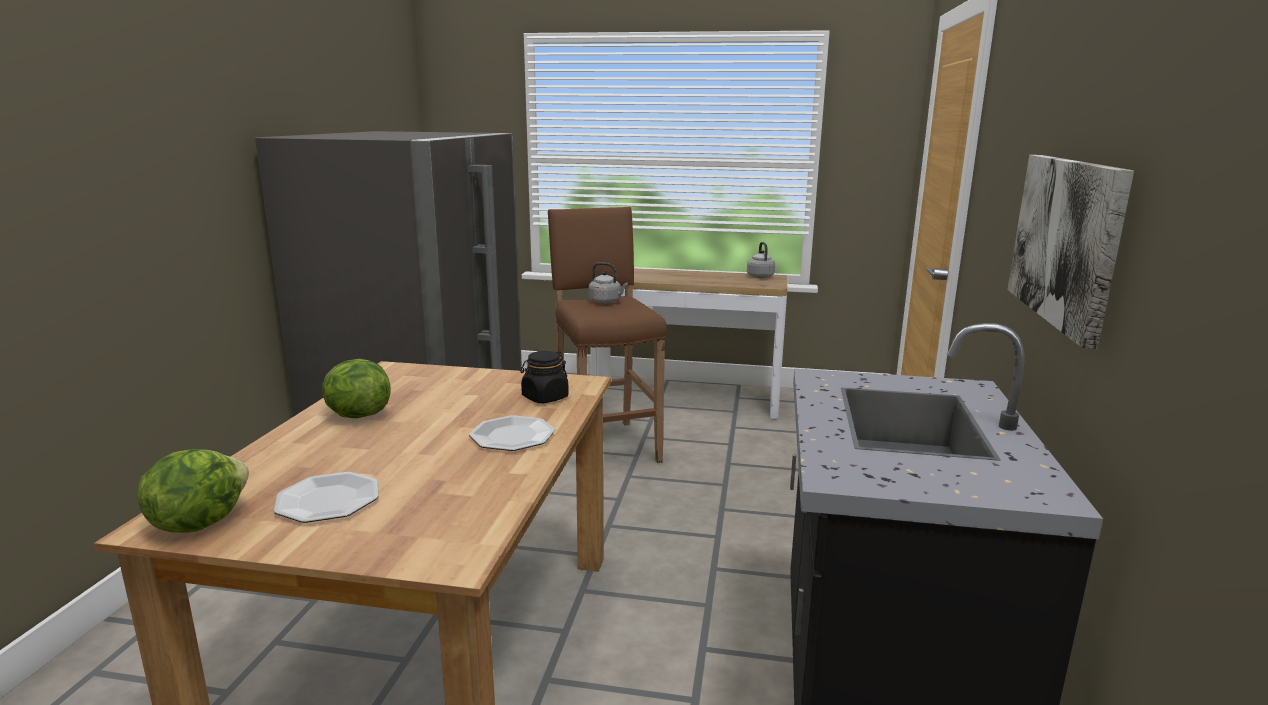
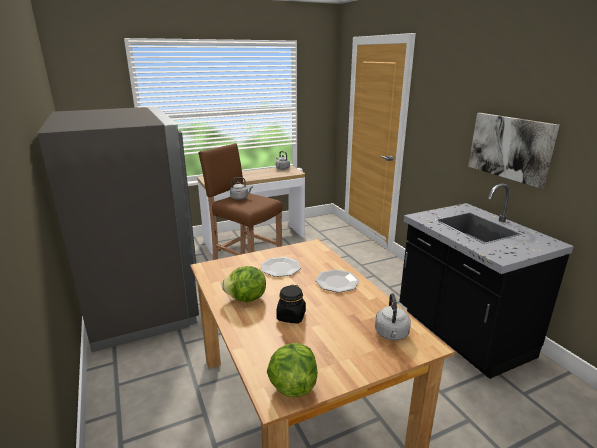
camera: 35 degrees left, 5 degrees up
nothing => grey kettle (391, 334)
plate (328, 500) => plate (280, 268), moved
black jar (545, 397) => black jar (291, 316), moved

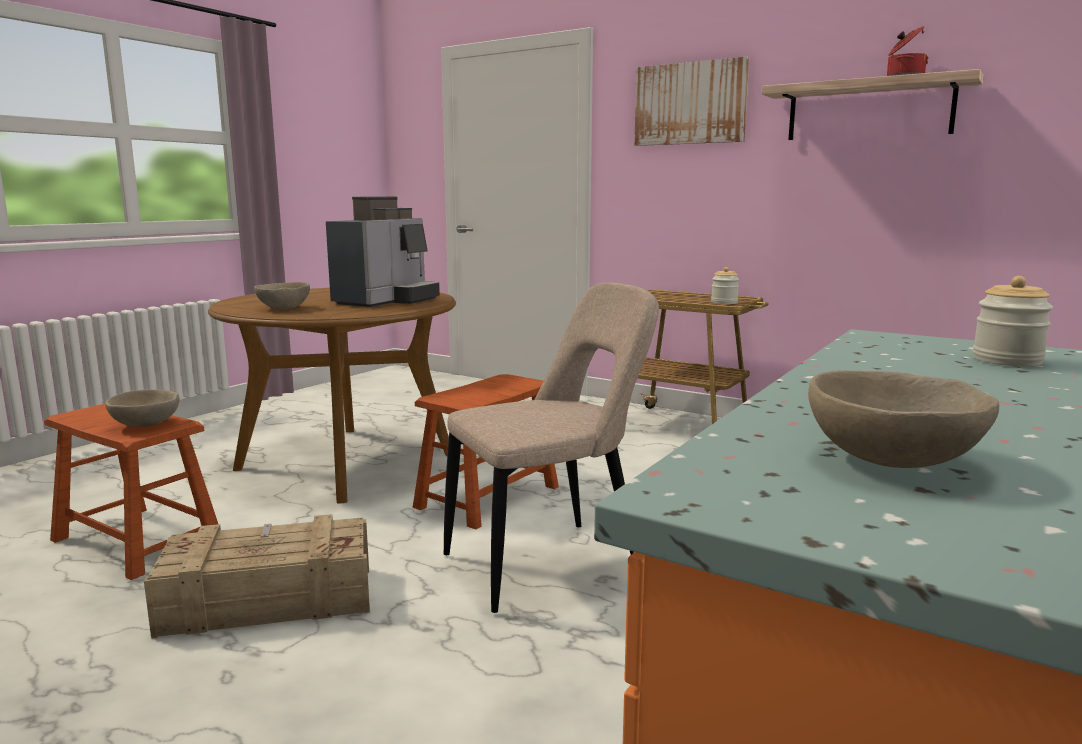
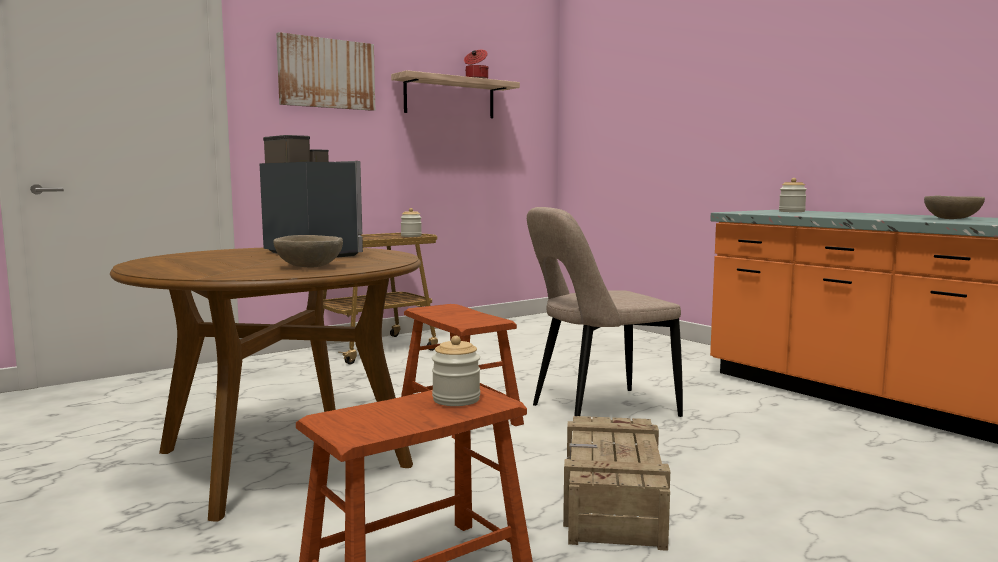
camera: 70 degrees left, 5 degrees down
beige bowl (145, 425) => jar (456, 399)
beige chair (550, 563) => beige chair (598, 412), 105 degrees counterclockwise

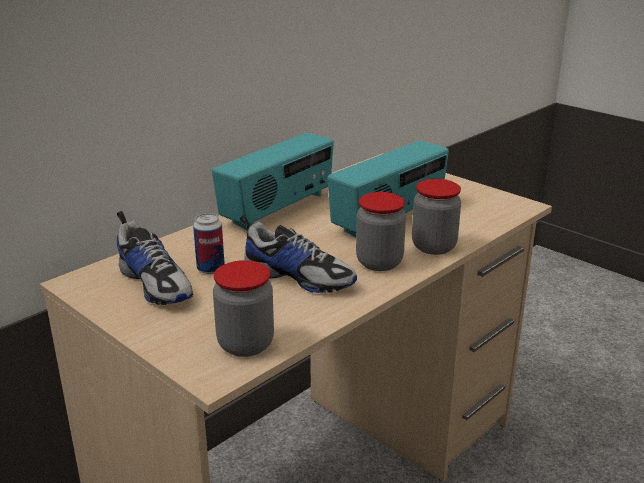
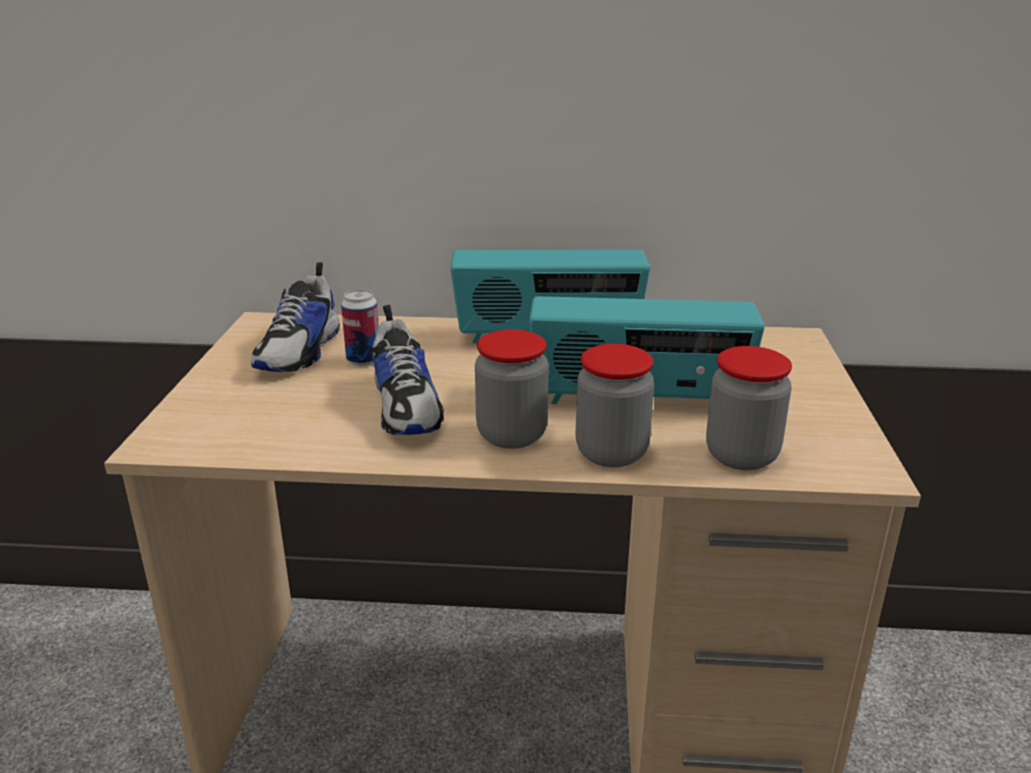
camera: 50 degrees right, 0 degrees up
jar (245, 344) => jar (741, 456), moved

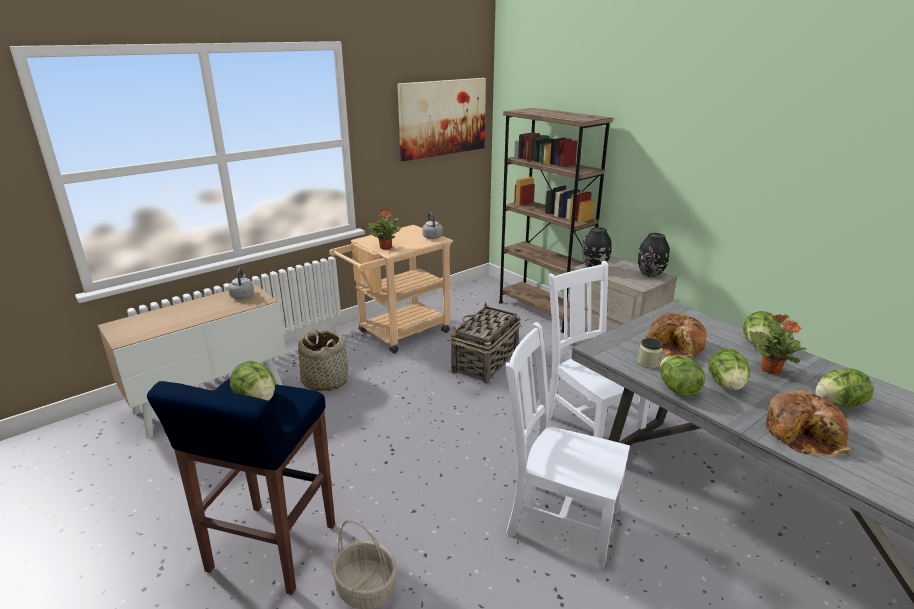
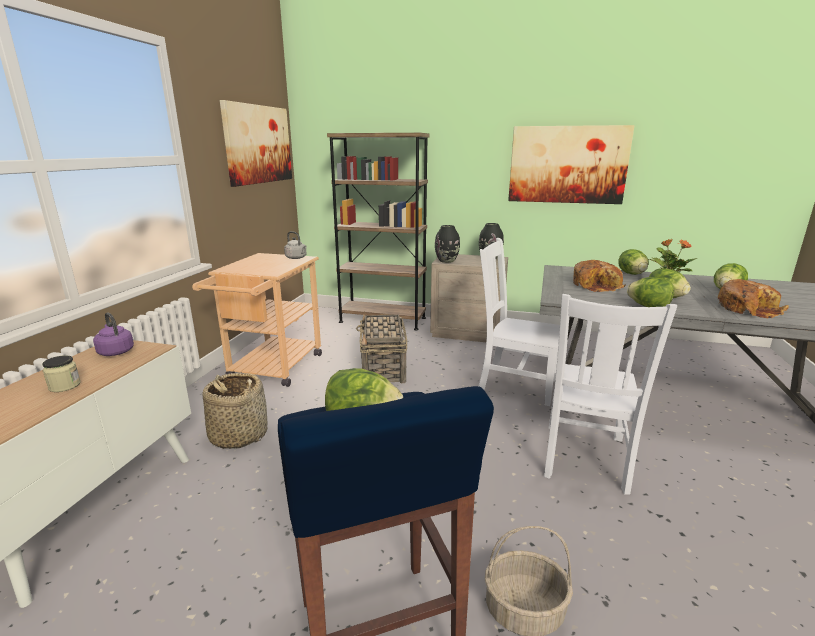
camera: 35 degrees left, 5 degrees down
potted plant (386, 247) => nothing
nothing => picture (567, 165)
jar (648, 363) => jar (65, 386), moved
grey kettle (242, 296) => purple kettle (115, 351)
white chair (559, 519) => white chair (584, 459), 60 degrees counterclockwise

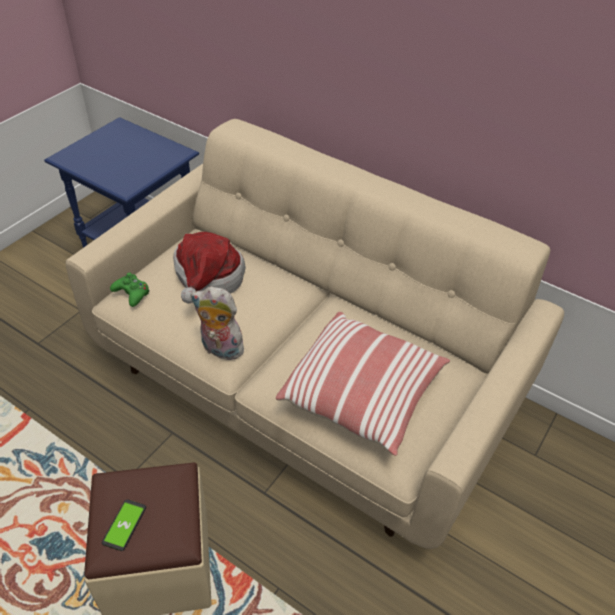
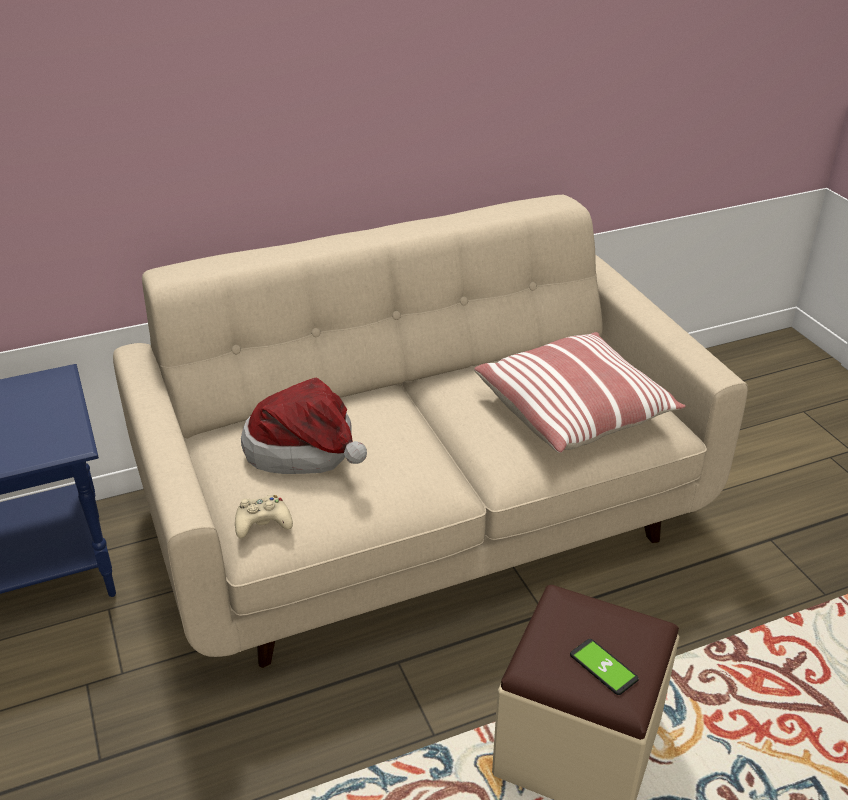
camera: 55 degrees left, 10 degrees down
plush toy (219, 349) => nothing
green game controller (132, 293) => beige game controller (263, 523)

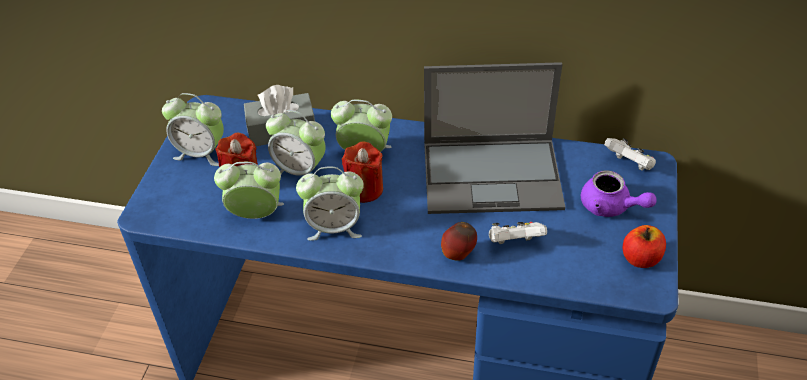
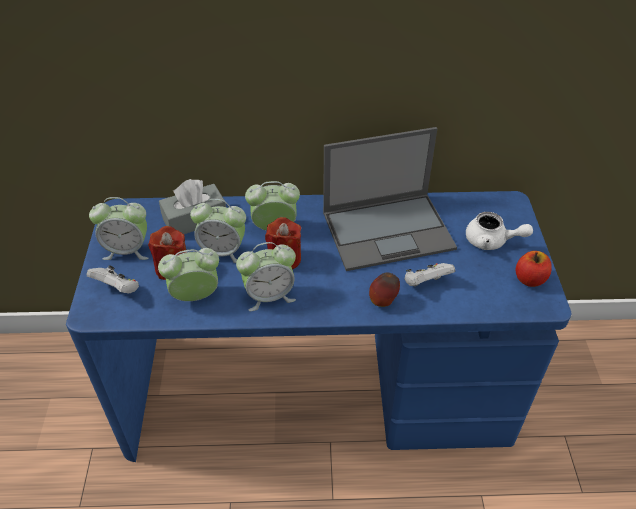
camera: 15 degrees left, 0 degrees up
white game controller (629, 165) => white game controller (118, 289), moved
purple teapot (610, 207) => white teapot (491, 241)

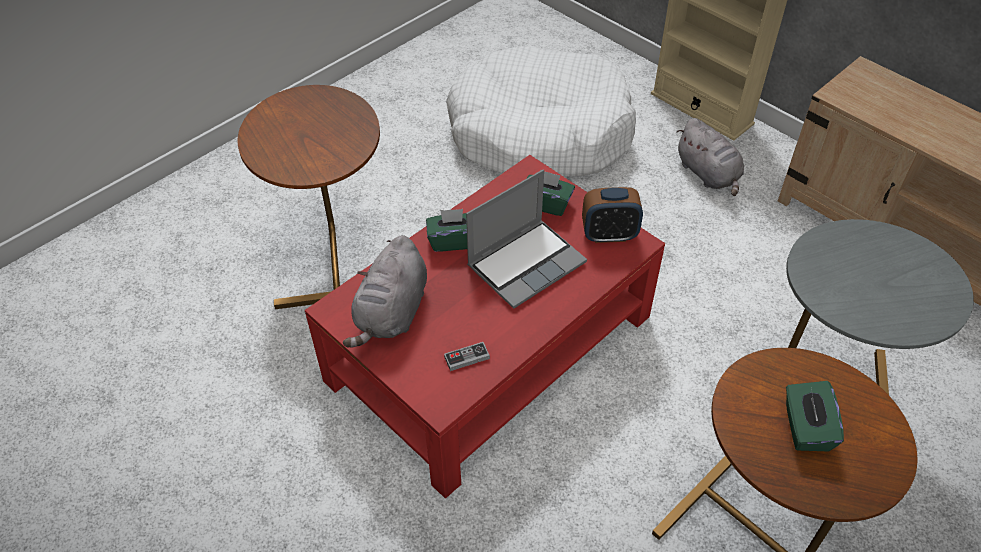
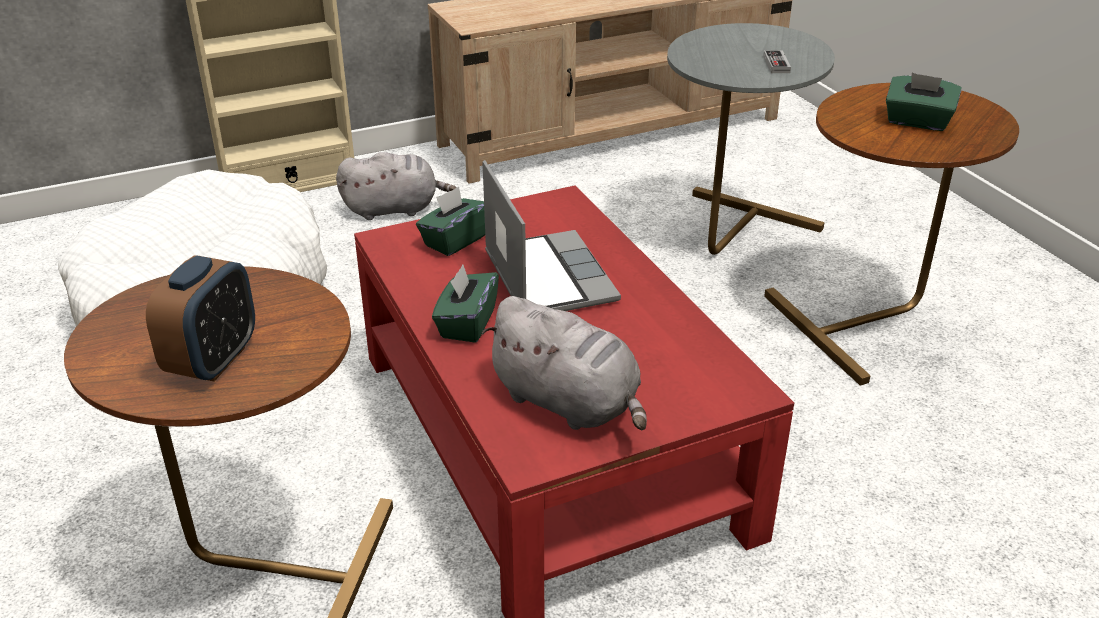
camera: 70 degrees left, 15 degrees down
game controller (467, 358) => game controller (776, 64), moved
alarm clock (609, 235) => alarm clock (213, 361), moved

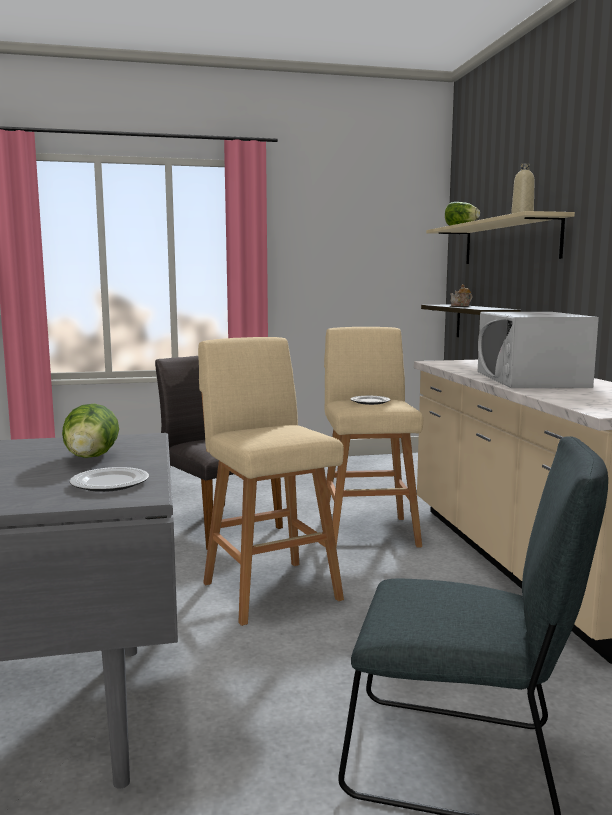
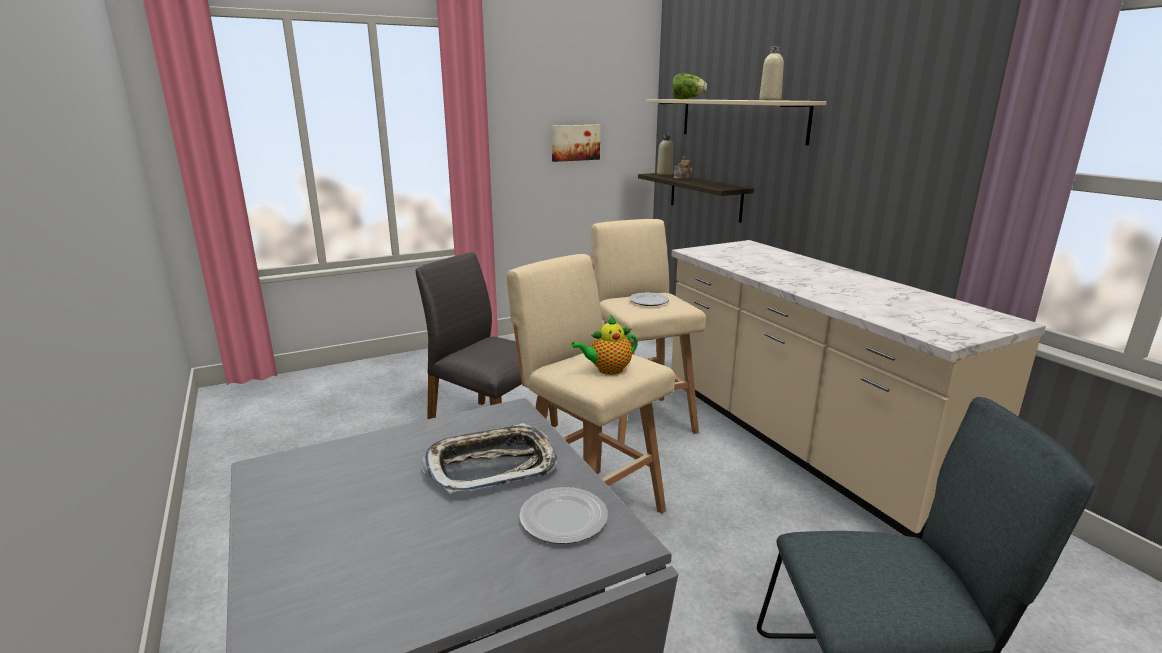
camera: 15 degrees left, 10 degrees up
white microwave (530, 379) => nothing
nothing => picture (575, 142)
nothing => teapot (607, 370)
nothing => beige bottle (665, 174)
lettuce (90, 458) => tray (491, 466)

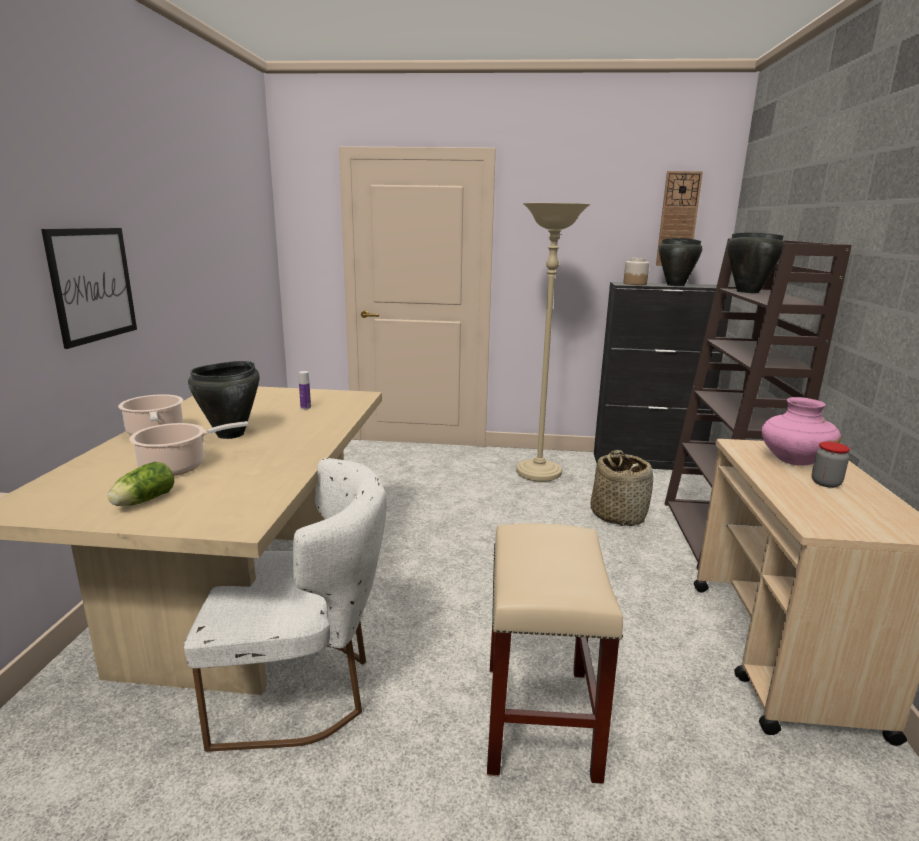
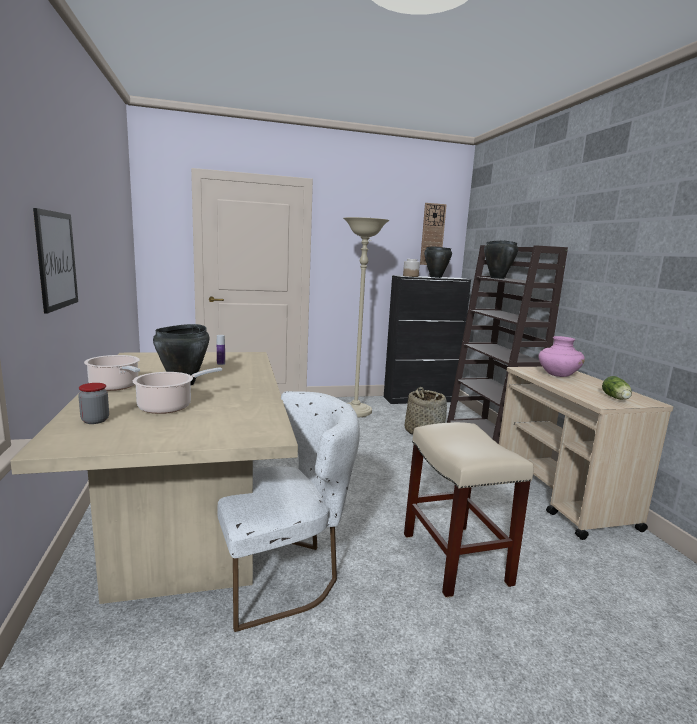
camera: 20 degrees left, 5 degrees down
lettuce (142, 501) => lettuce (616, 398), moved
jar (826, 483) => jar (95, 420), moved

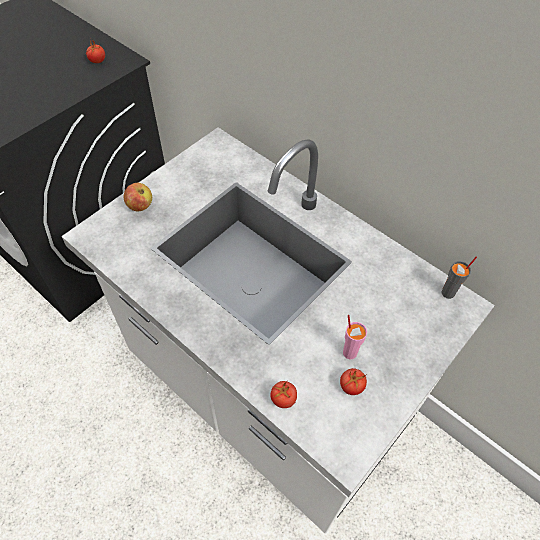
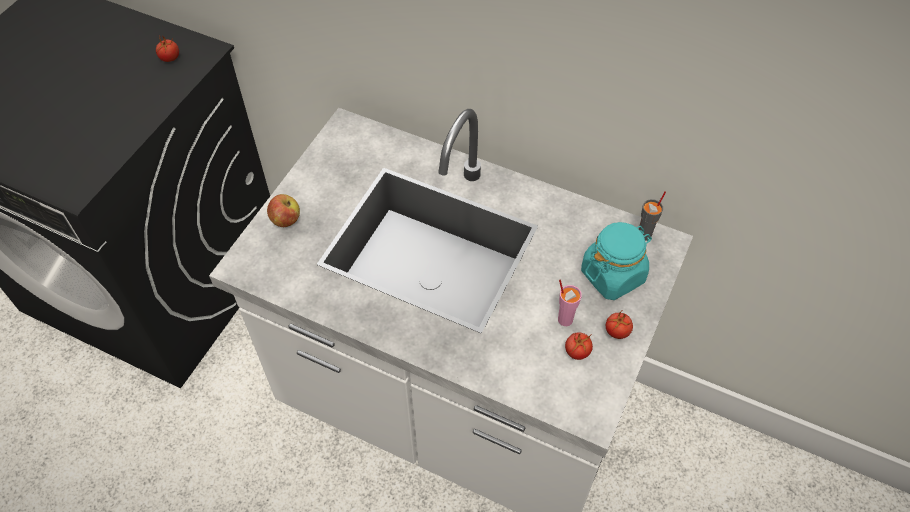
camera: 15 degrees left, 0 degrees up
nothing => turquoise jar (613, 275)
tomato (283, 399) => tomato (617, 332), moved

